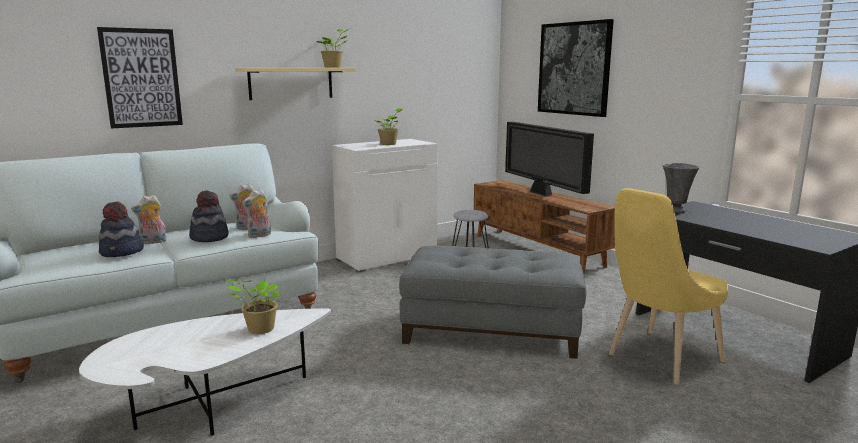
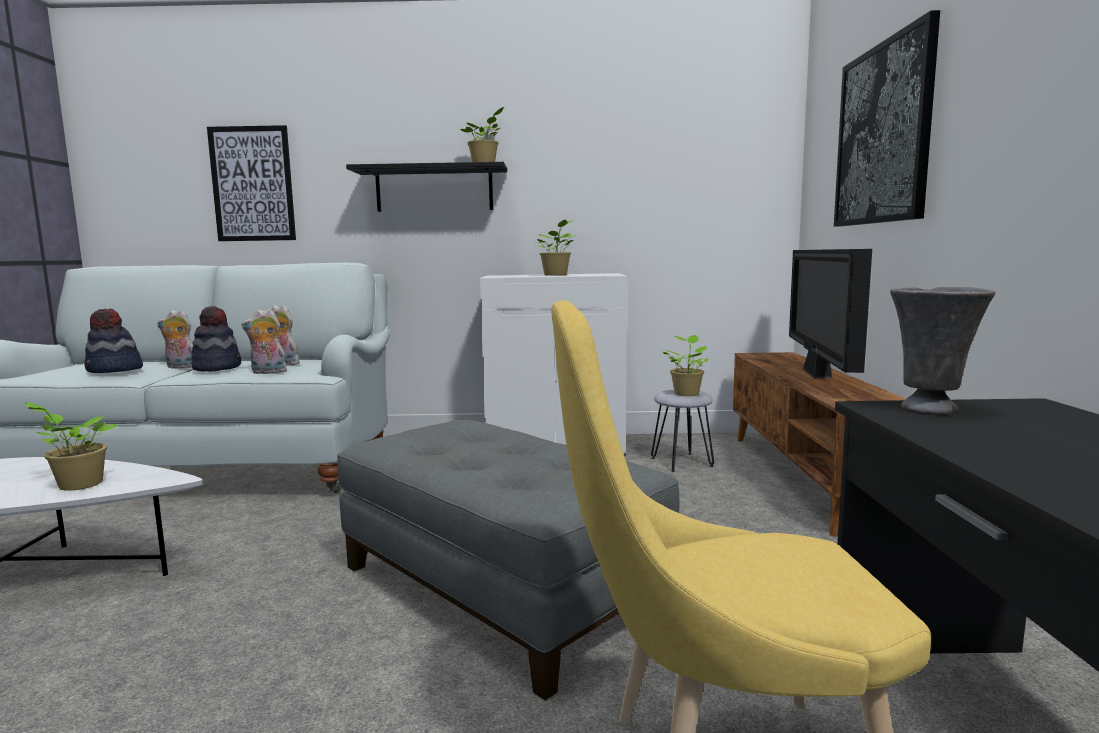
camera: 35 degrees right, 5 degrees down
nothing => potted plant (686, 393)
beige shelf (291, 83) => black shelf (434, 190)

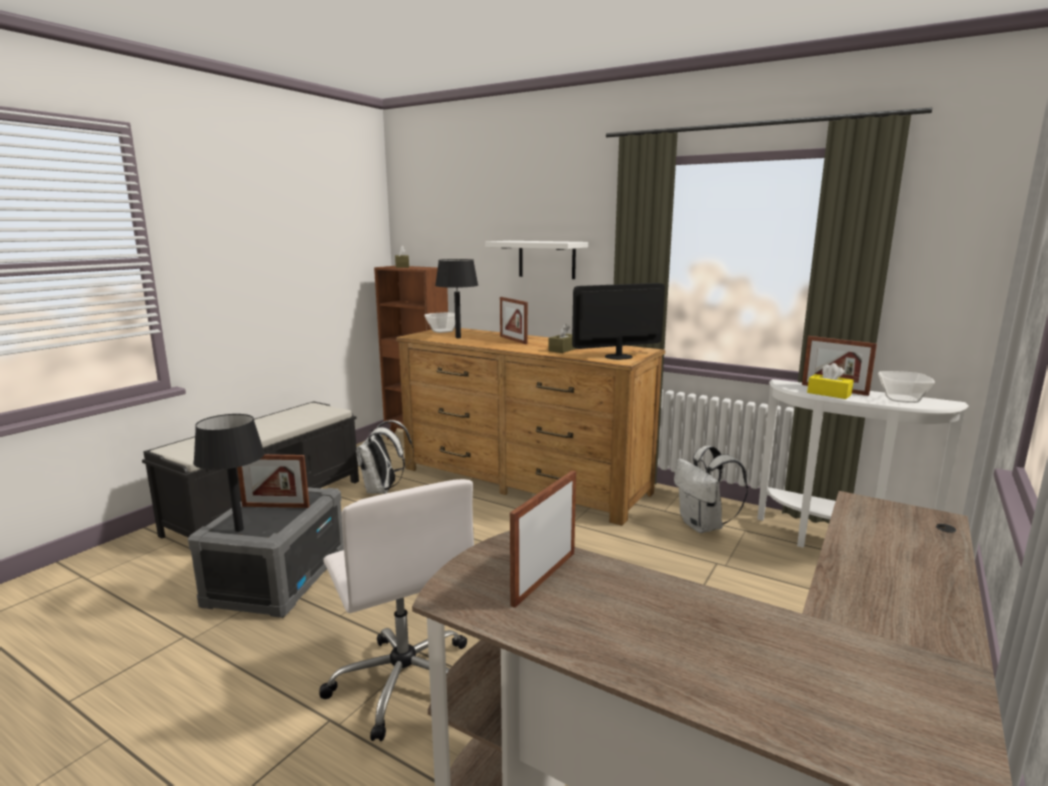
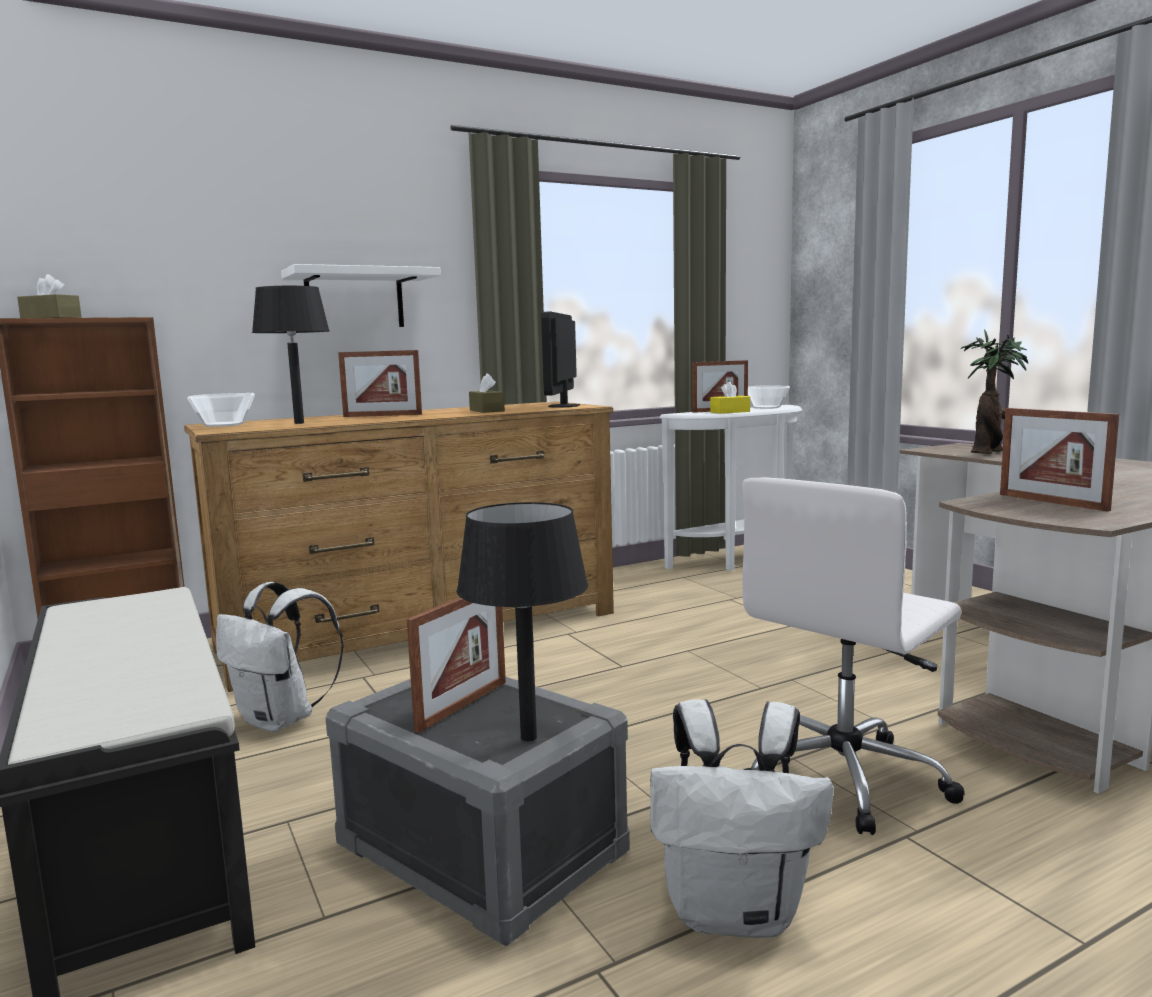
camera: 60 degrees left, 5 degrees down
nothing => potted plant (992, 453)
white backpack (703, 526) => white backpack (736, 912), moved
white office chair (404, 680) => white office chair (845, 776), 135 degrees clockwise

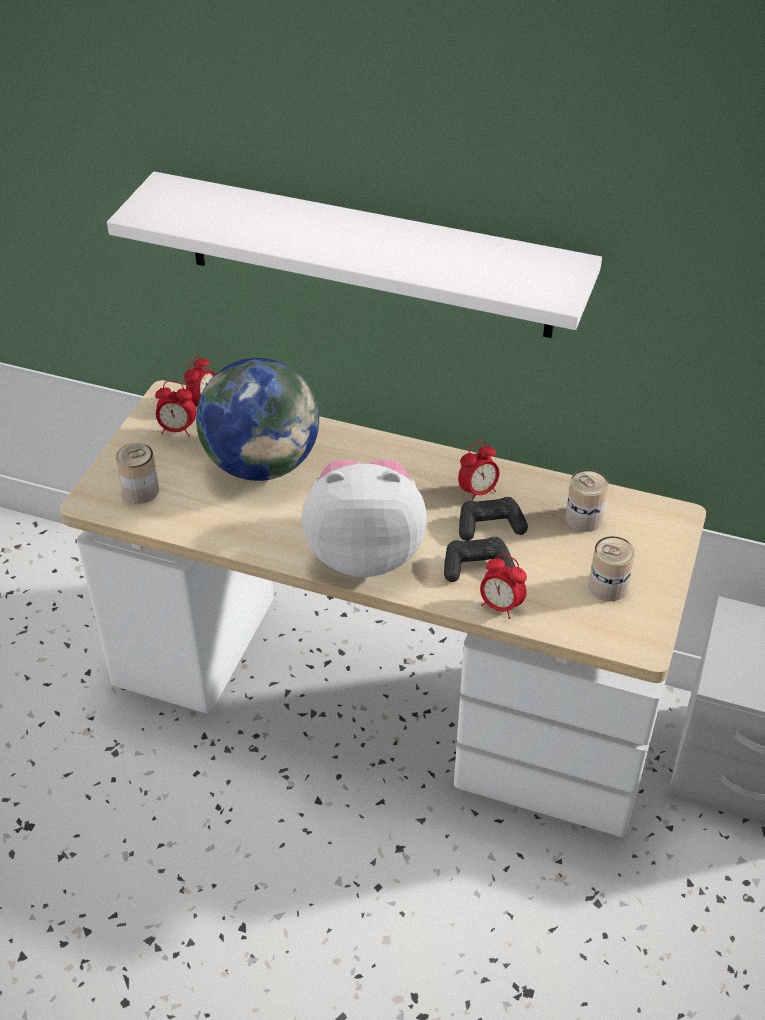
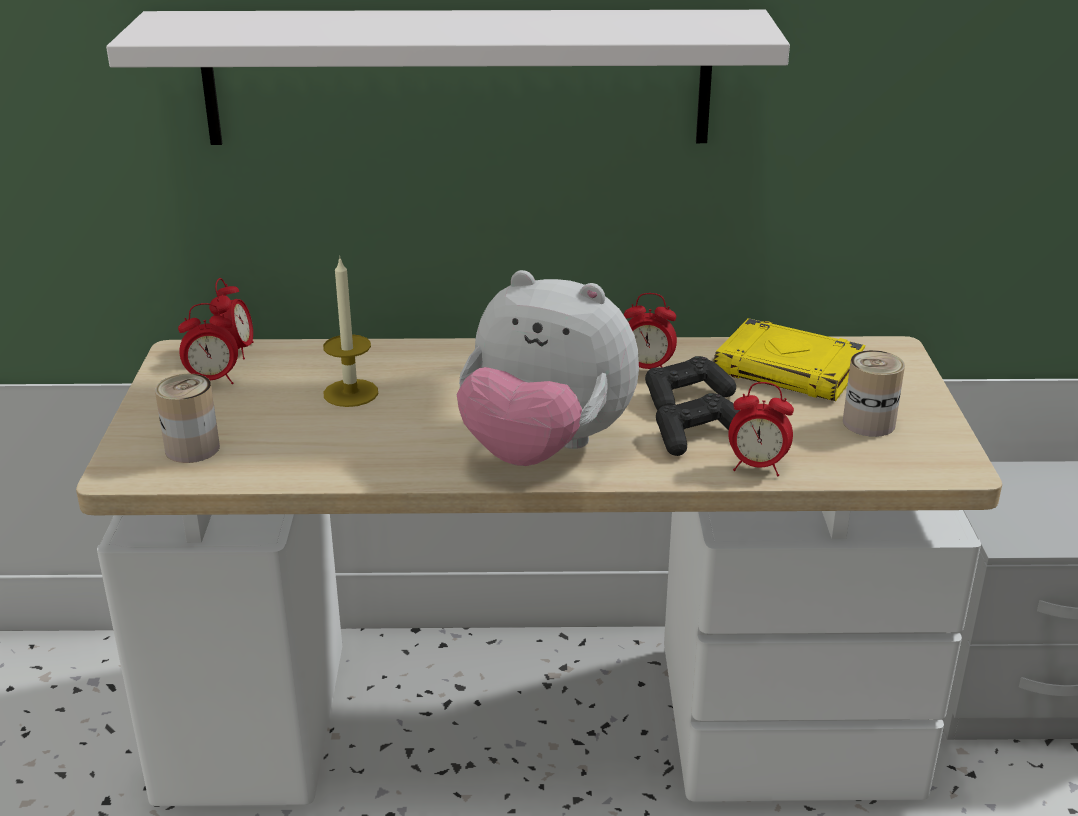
camera: 20 degrees left, 15 degrees down
globe (262, 464) => candle (351, 393)
can (583, 518) => yellow book (790, 370)
plush toy (365, 551) => plush toy (545, 449), 135 degrees counterclockwise
alarm clock (478, 492) => alarm clock (647, 369), 60 degrees clockwise

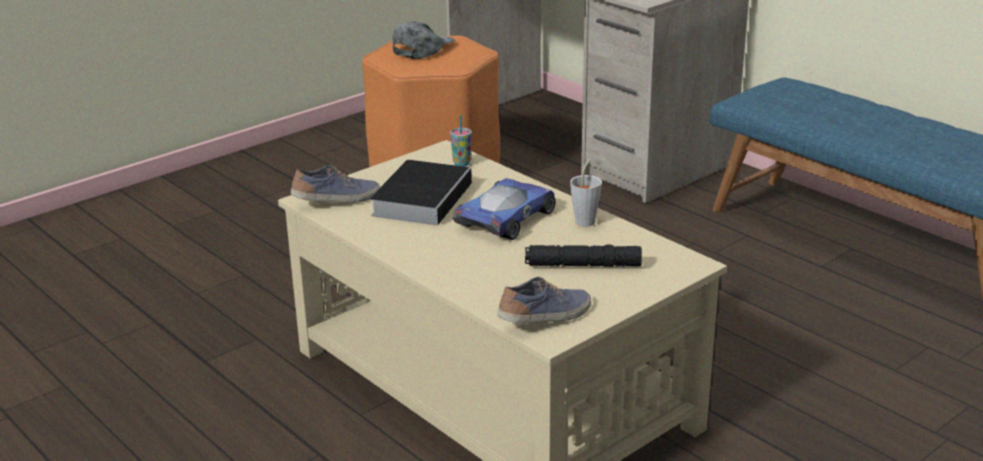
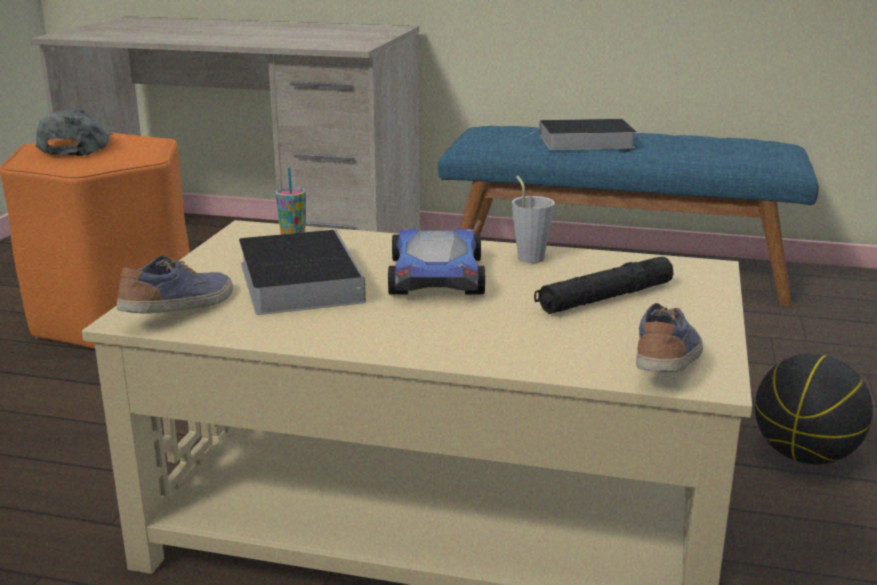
camera: 35 degrees left, 5 degrees down
nothing => book (583, 141)
nothing => basketball (804, 455)

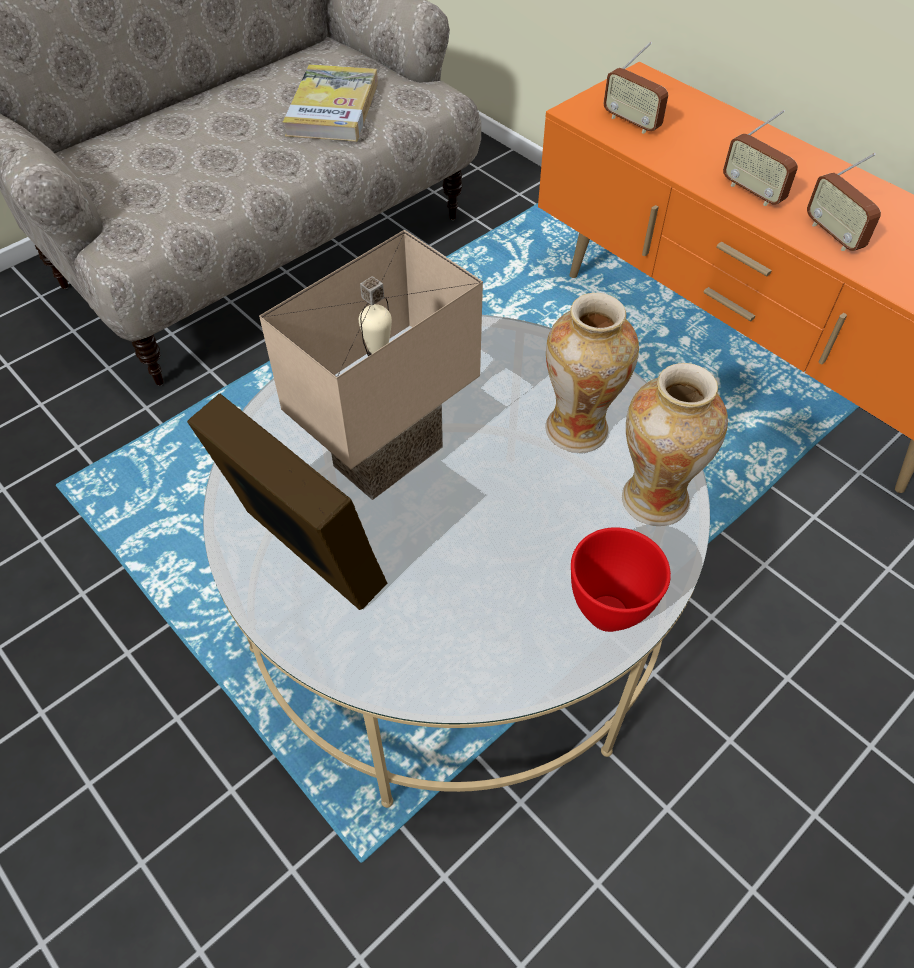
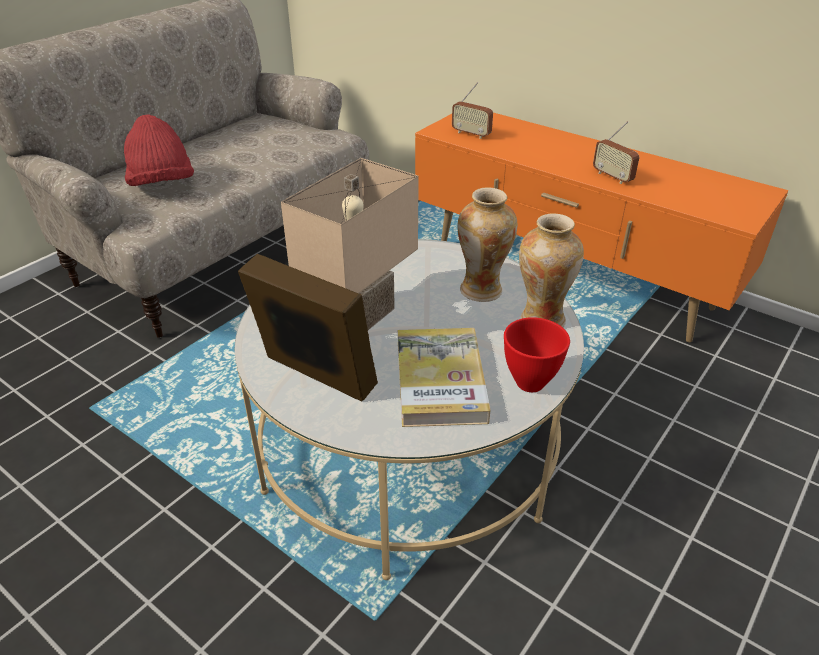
camera: 10 degrees left, 15 degrees down
radio (752, 192) => nothing
nothing => red hat (162, 185)
book (333, 108) => book (440, 380), moved

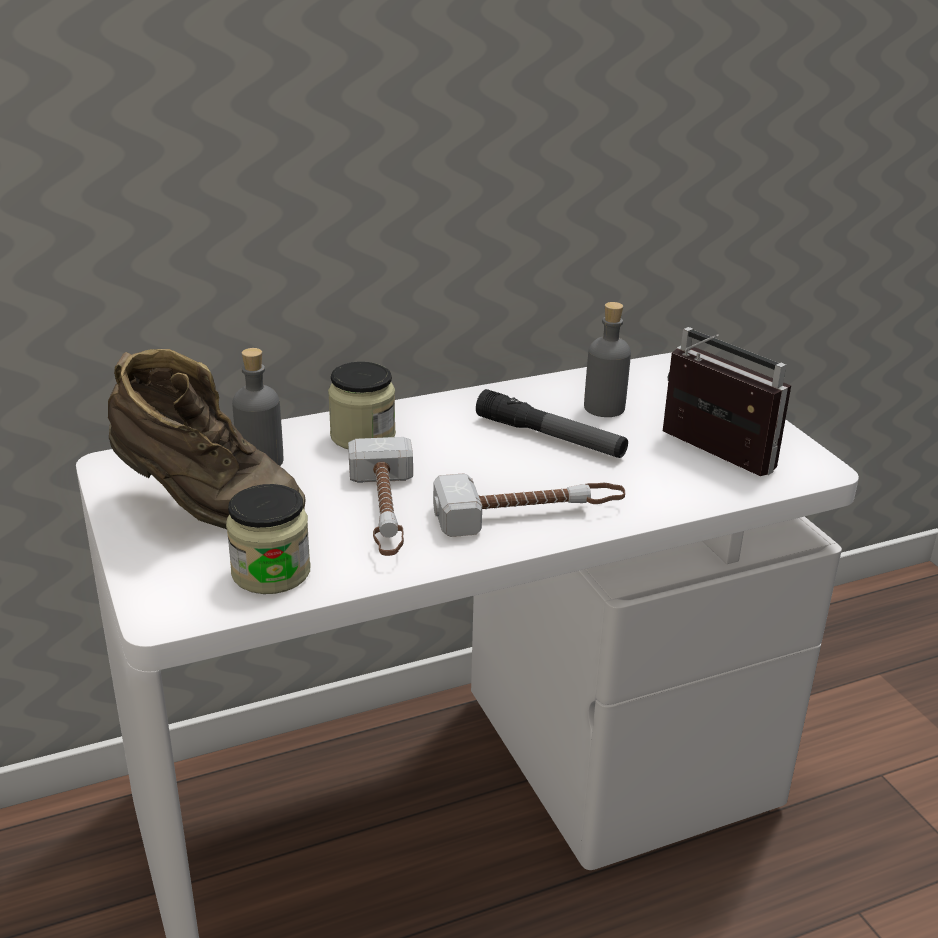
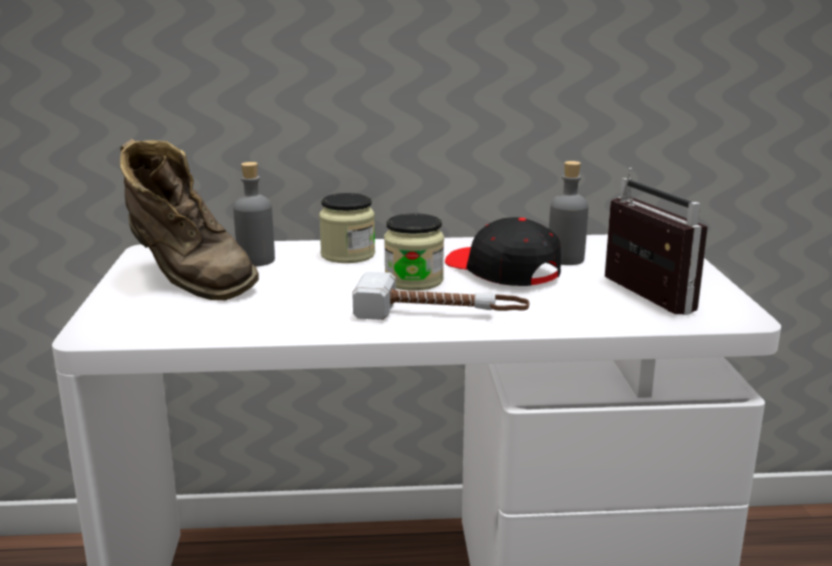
camera: 20 degrees right, 10 degrees down
hammer (385, 512) => nothing
jar (271, 572) => jar (414, 281), moved
flashlight (550, 437) => black cap (501, 271)

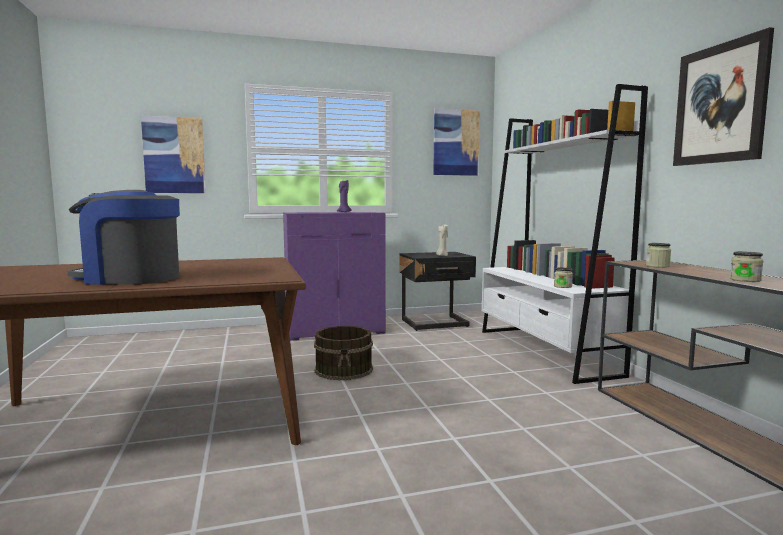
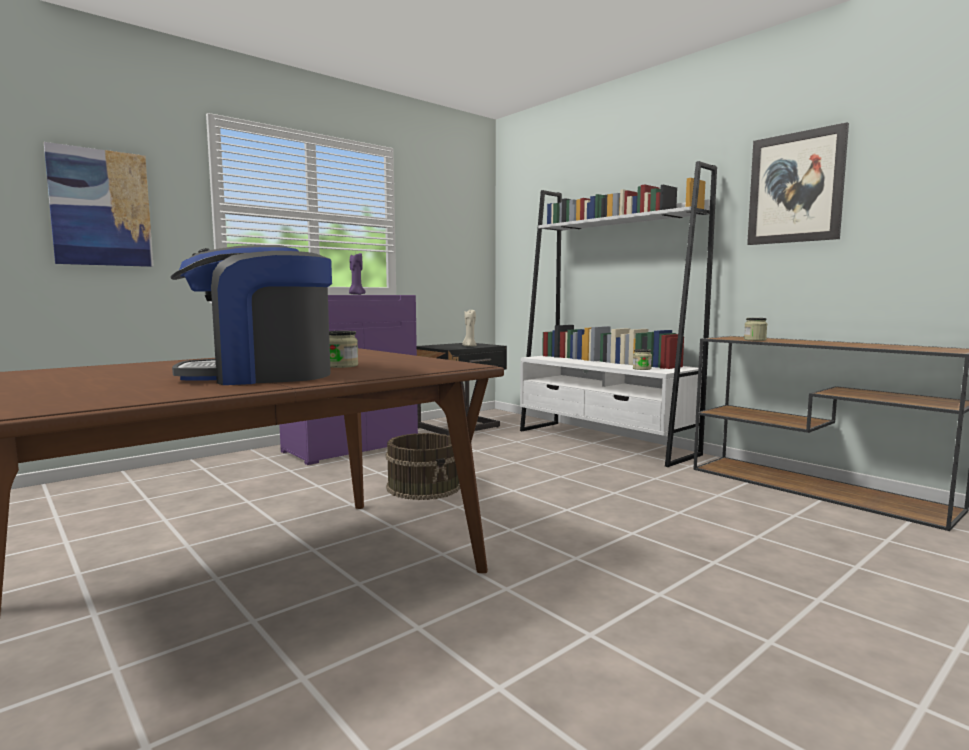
camera: 25 degrees left, 0 degrees up
picture (456, 142) => nothing
jar (745, 280) => jar (341, 366), moved

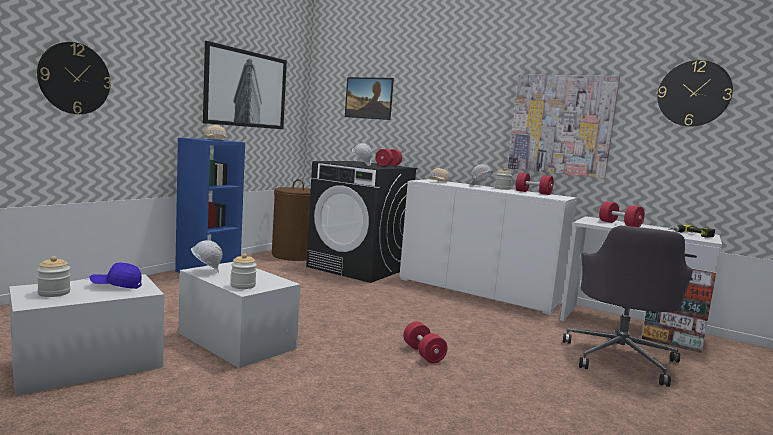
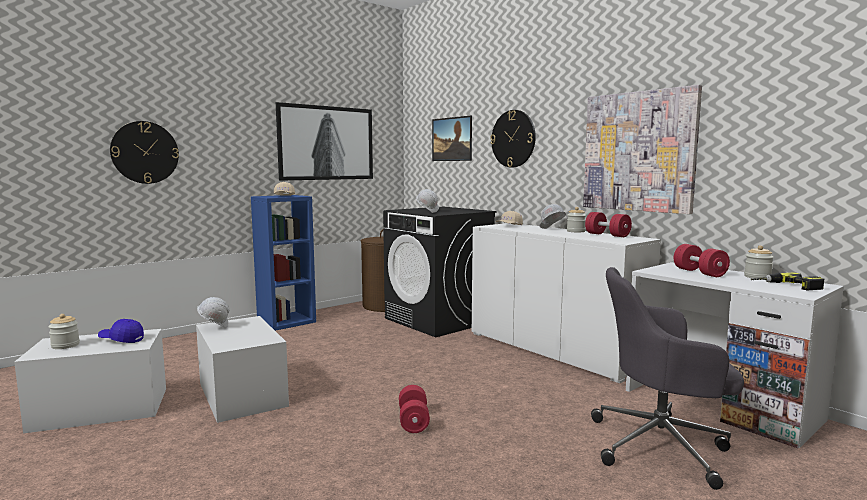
camera: 20 degrees right, 0 degrees up
red dumbbell (388, 165) => nothing
jar (243, 286) => jar (757, 277), moved
wall clock (693, 93) => wall clock (513, 138), moved
grey office chair (620, 358) => grey office chair (661, 446), 60 degrees clockwise

